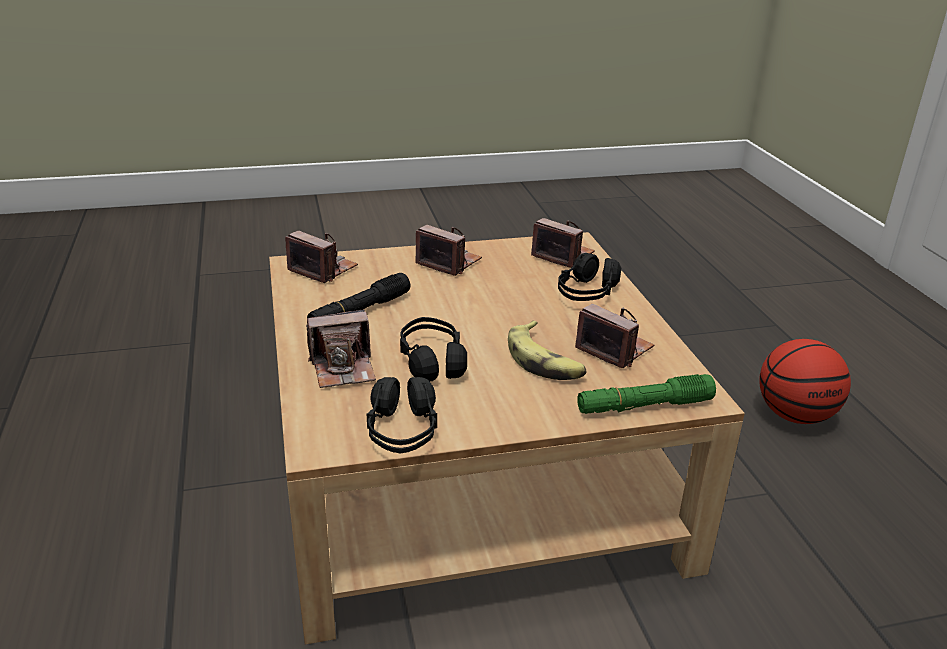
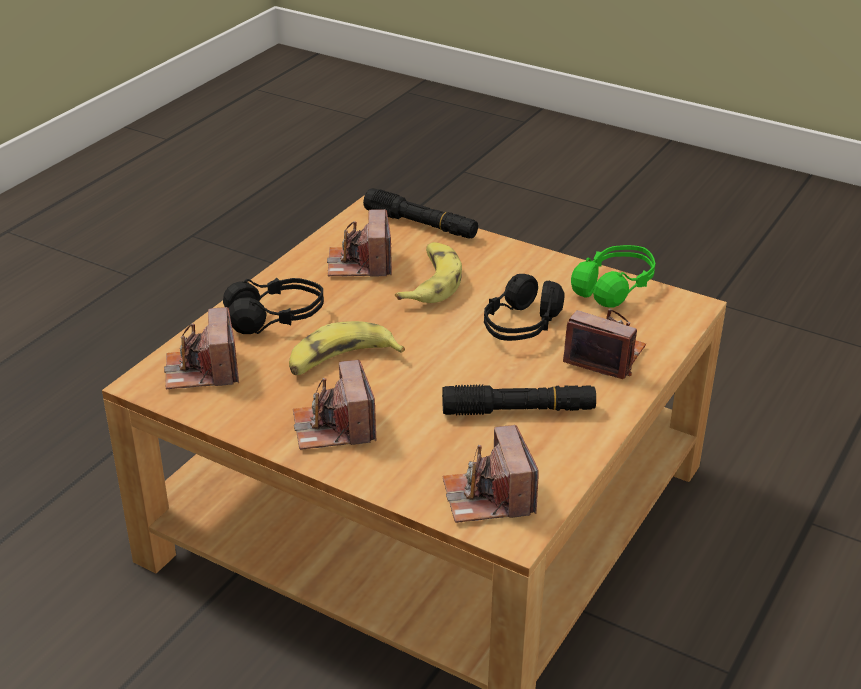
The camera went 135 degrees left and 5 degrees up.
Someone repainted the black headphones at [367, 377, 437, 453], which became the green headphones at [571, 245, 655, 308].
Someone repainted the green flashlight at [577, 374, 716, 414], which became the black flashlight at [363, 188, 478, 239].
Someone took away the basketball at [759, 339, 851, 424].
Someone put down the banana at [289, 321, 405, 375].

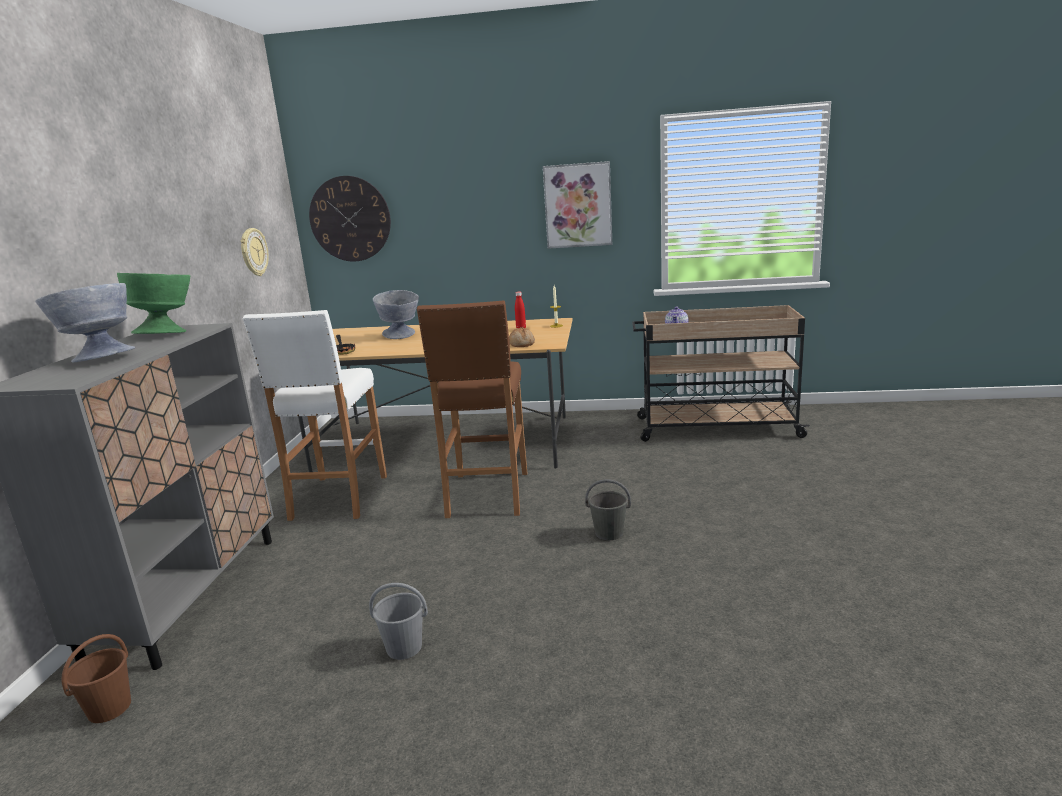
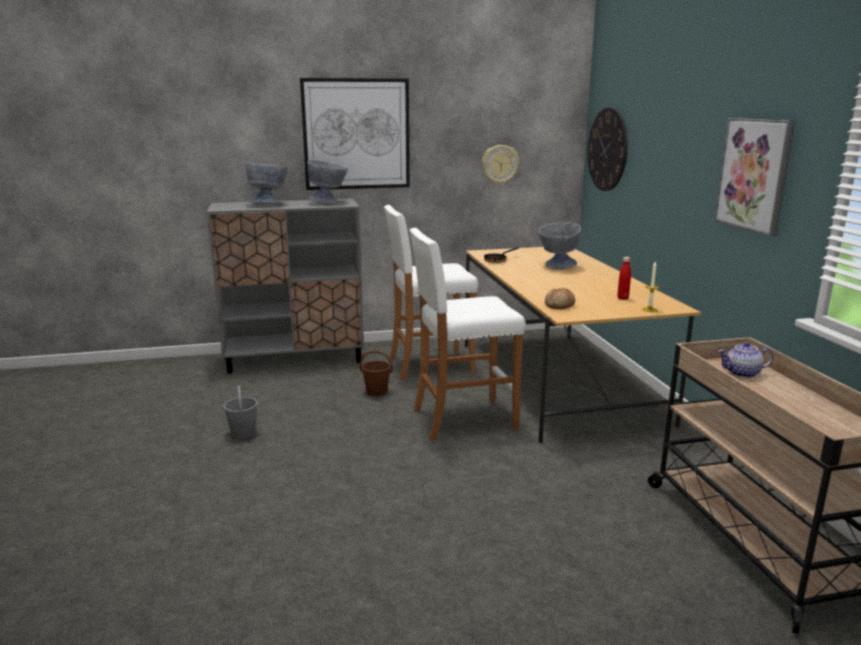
The camera went 70 degrees right and 0 degrees up.
Someone carried the brown bucket from [61, 634, 131, 723] to [360, 350, 393, 396].
Someone repainted the green bowl at [117, 273, 190, 334], which became the grey bowl at [307, 160, 348, 204].
Someone repainted the brown stool at [417, 300, 527, 518], which became the white stool at [409, 228, 526, 440].
Someone took away the grey bucket at [585, 479, 631, 540].
Someone put up the picture at [300, 78, 410, 190].

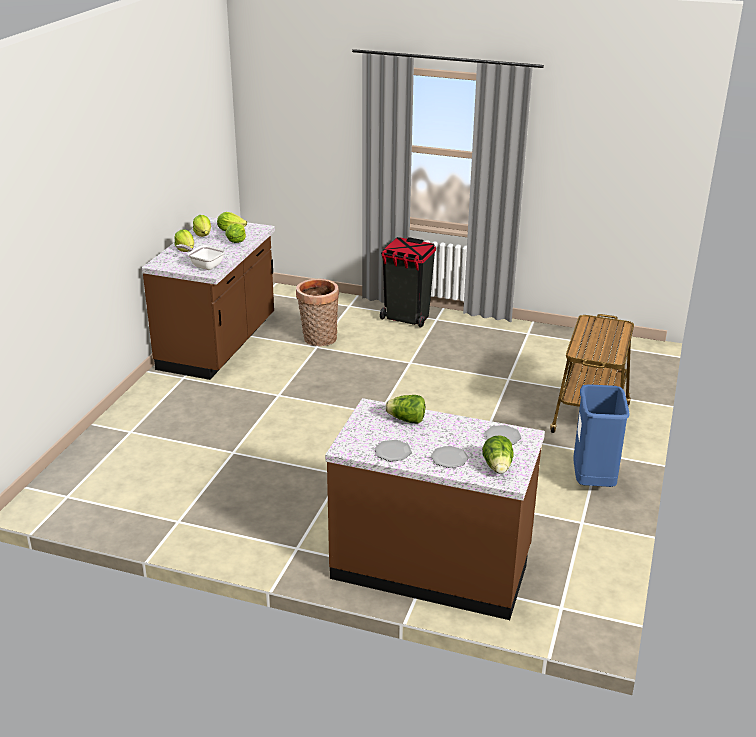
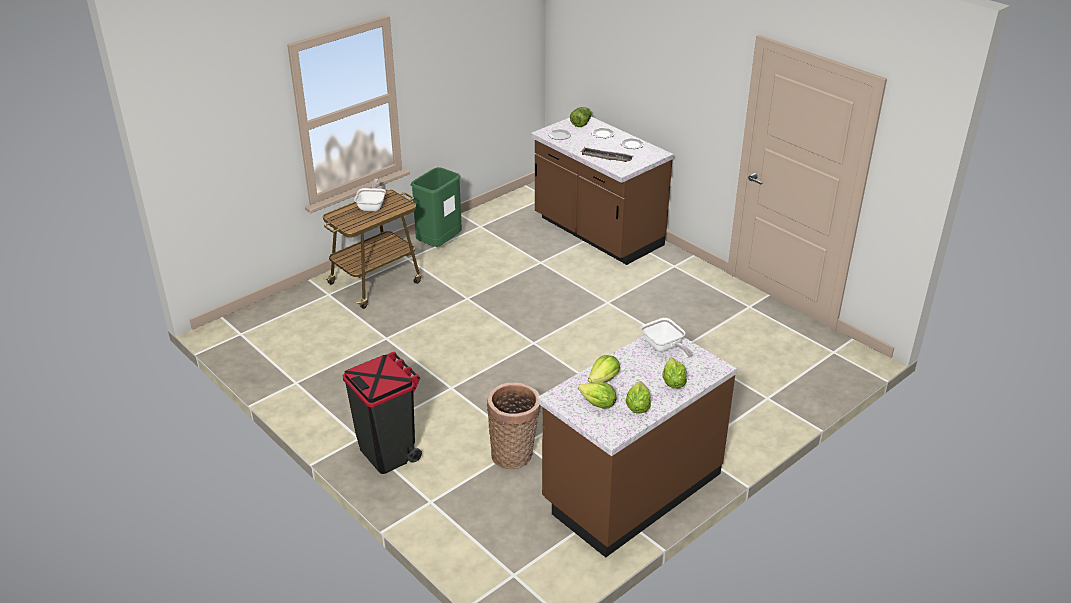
The camera went 150 degrees left and 5 degrees up.
Someone swapped the lettuce at [385, 395, 425, 424] for the tray at [580, 147, 633, 162].
Someone repainted the blue trash can at [573, 384, 629, 487], which became the green trash can at [411, 167, 462, 247].
Someone put down the frying pan at [354, 179, 386, 211].

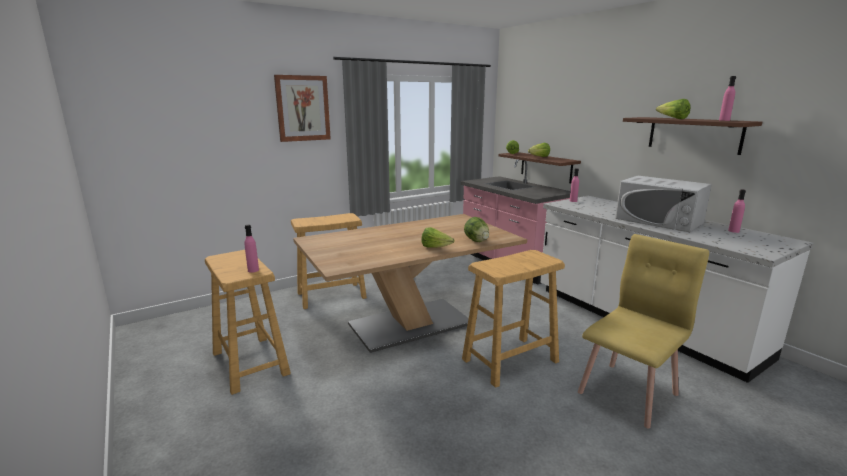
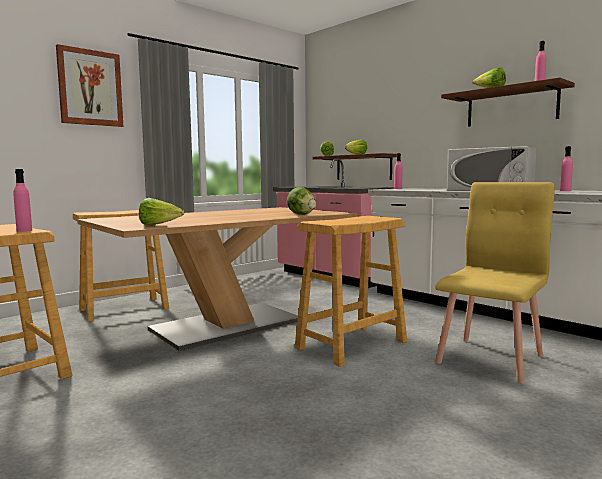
The camera went 10 degrees left and 10 degrees down.
Someone carried the lettuce from [421, 227, 455, 248] to [139, 198, 184, 226].

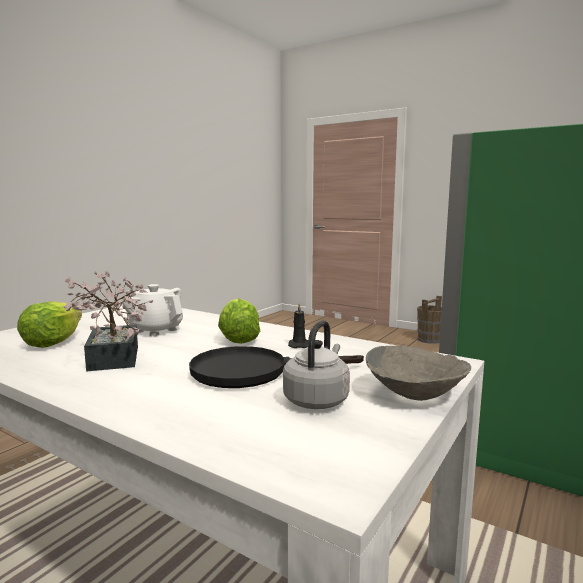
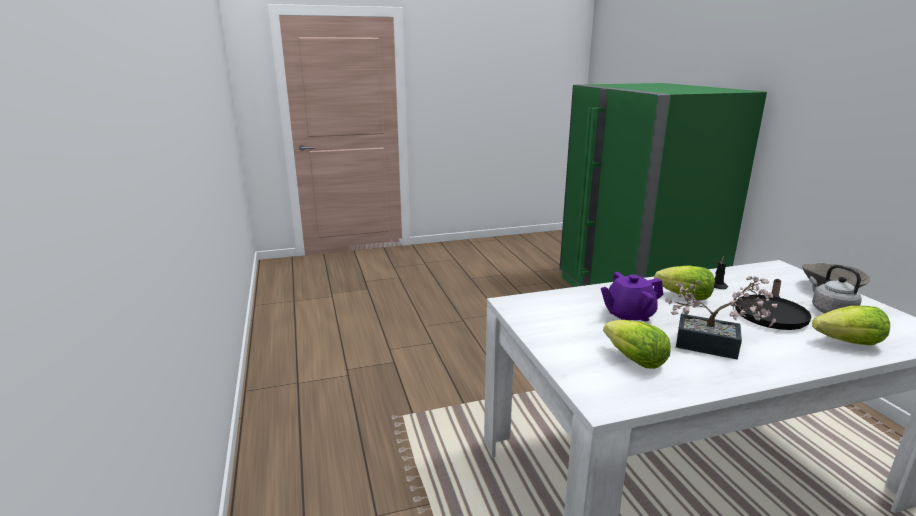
The camera went 50 degrees left and 10 degrees up.
Someone repainted the white teapot at [123, 284, 183, 336], which became the purple teapot at [601, 272, 663, 321].
Someone took away the brown bucket at [417, 296, 442, 344].
Someone put down the lettuce at [812, 306, 890, 345].

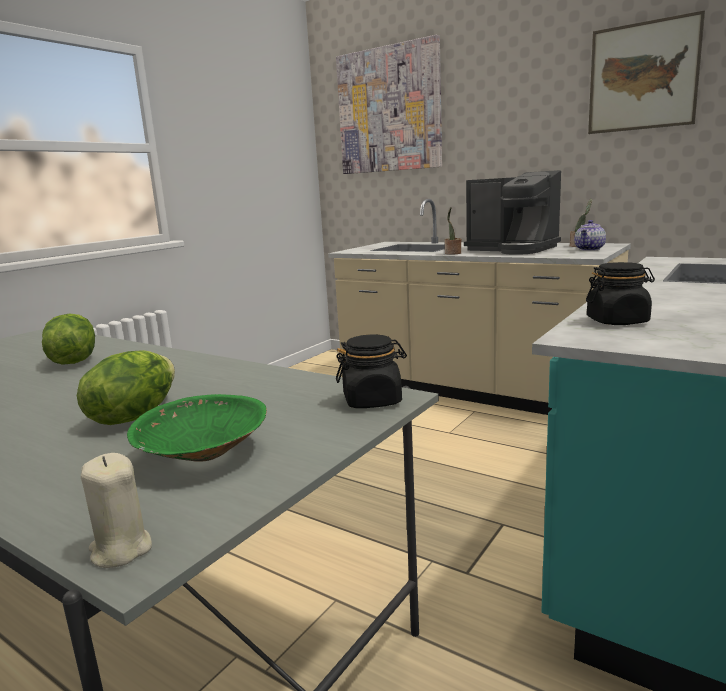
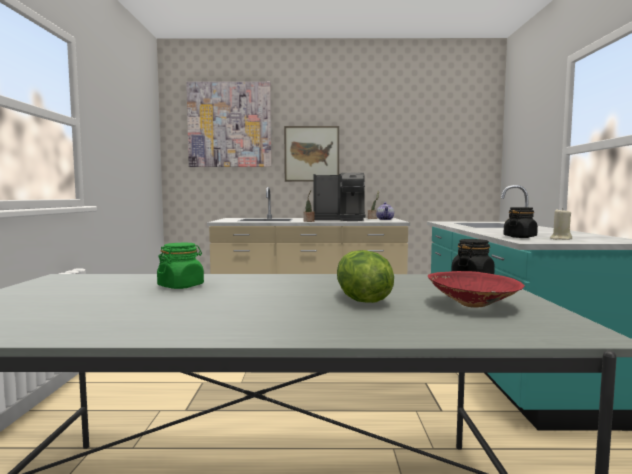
The camera went 35 degrees left and 10 degrees down.
Someone swapped the lettuce at [42, 313, 95, 365] for the green jar at [157, 243, 204, 289].
Someone carried the beige candle from [81, 453, 152, 568] to [550, 208, 572, 240].
Someone repainted the green bowl at [127, 394, 267, 462], which became the red bowl at [428, 271, 525, 308].
Someone carried the picture from [588, 10, 705, 134] to [284, 126, 339, 182].

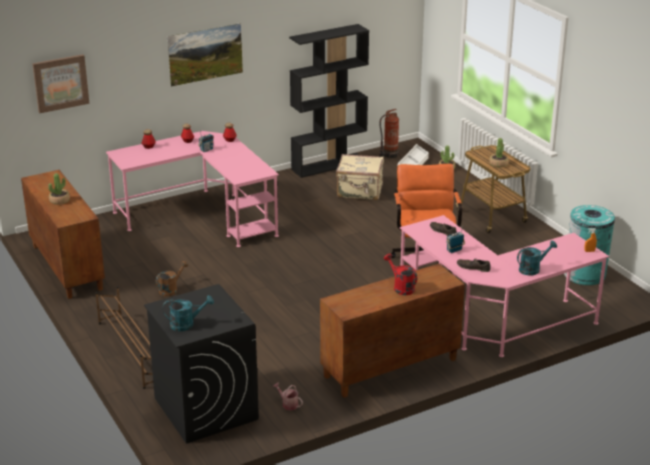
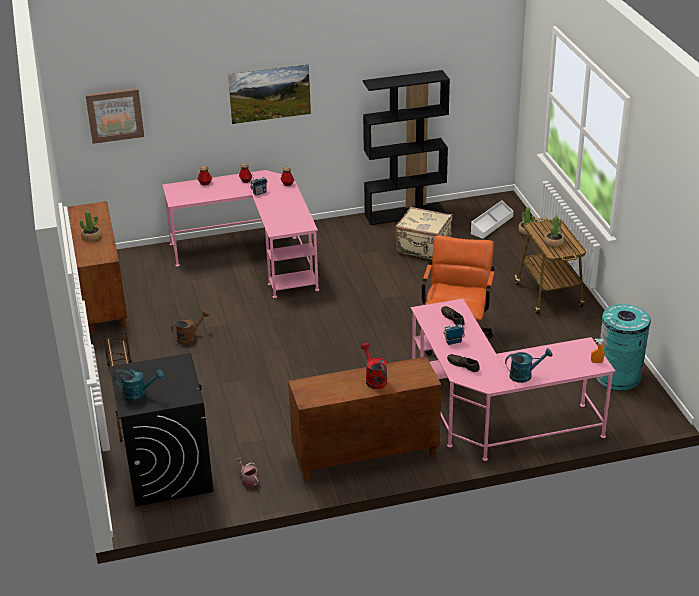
The camera went 15 degrees right and 5 degrees up.
Someone took away the fire extinguisher at [379, 109, 400, 159].

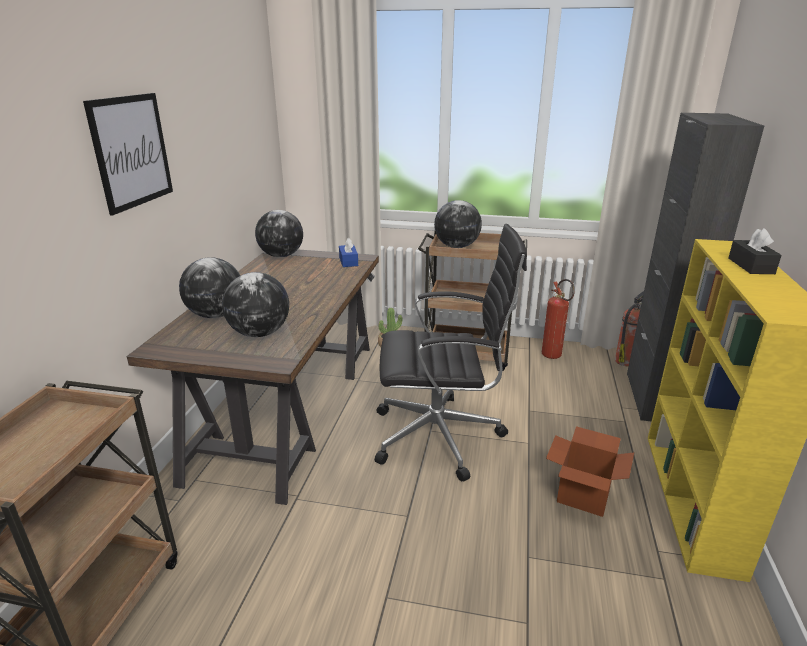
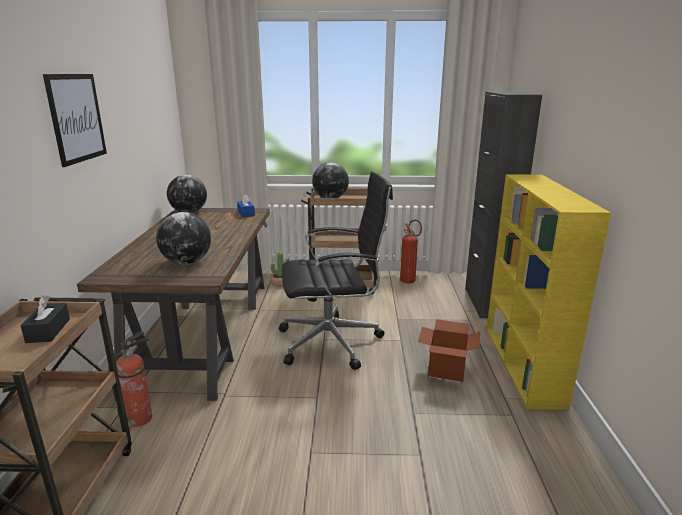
The camera went 10 degrees left and 5 degrees down.
Someone took away the globe at [179, 257, 240, 318].
Someone carried the fire extinguisher from [615, 291, 644, 366] to [108, 331, 152, 427].
Someone carried the black tissue box from [728, 228, 782, 274] to [20, 295, 70, 343].

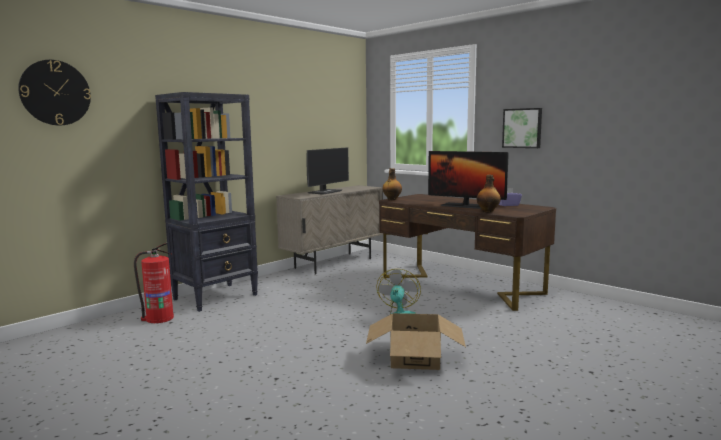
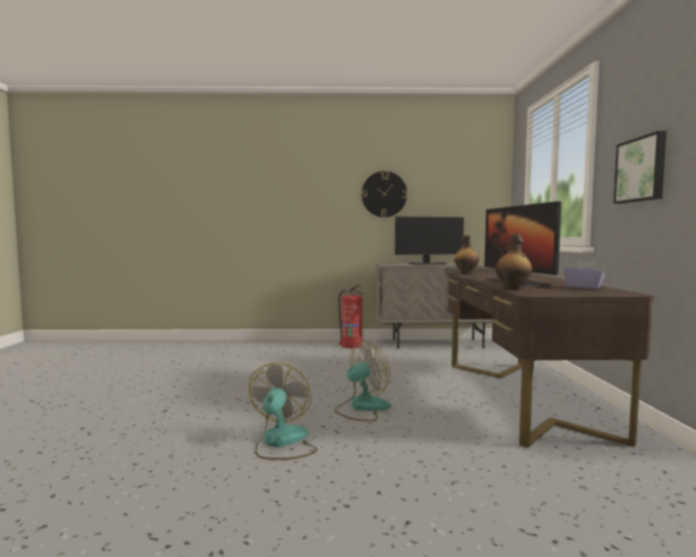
The camera went 45 degrees right and 5 degrees down.
Someone carried the wall clock from [18, 60, 91, 125] to [361, 171, 407, 217].
Someone carried the fire extinguisher from [134, 243, 174, 323] to [338, 285, 364, 348].
Someone took away the black bookcase at [155, 92, 258, 312].
Someone swapped the cardboard box at [366, 313, 466, 370] for the fan at [249, 363, 317, 460].

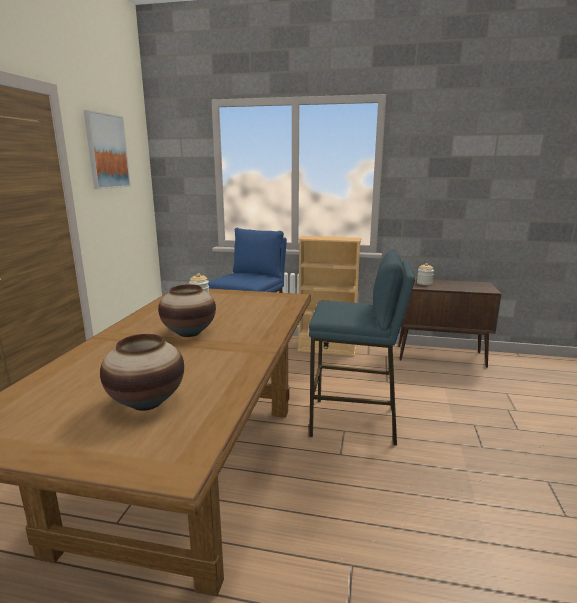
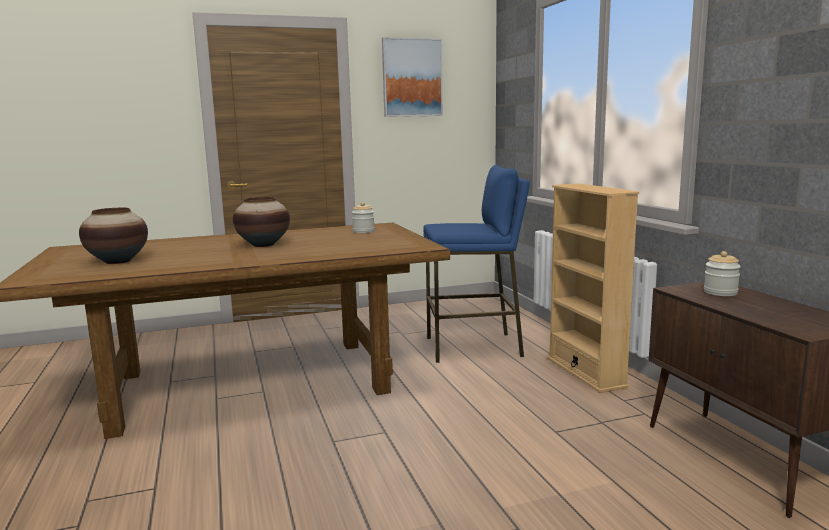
The camera went 60 degrees right and 5 degrees down.
Someone took away the blue stool at [309, 249, 415, 445].

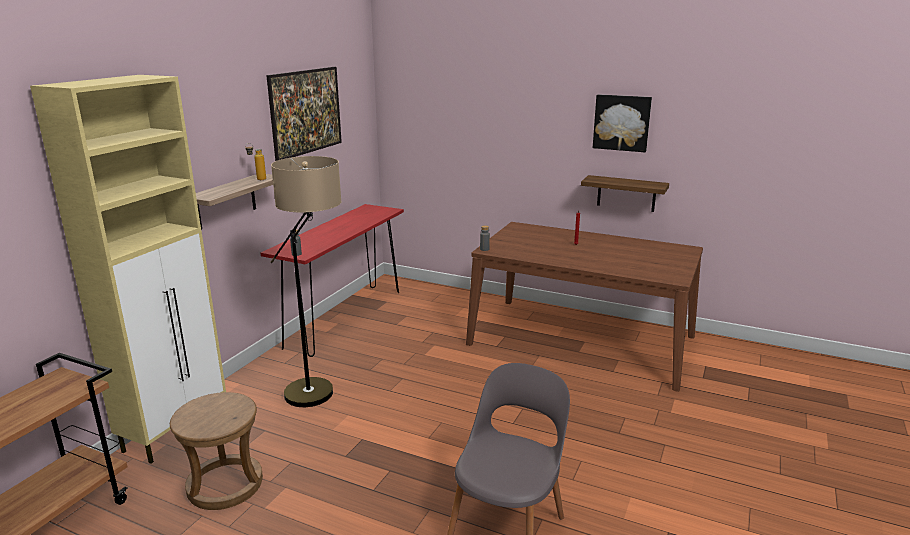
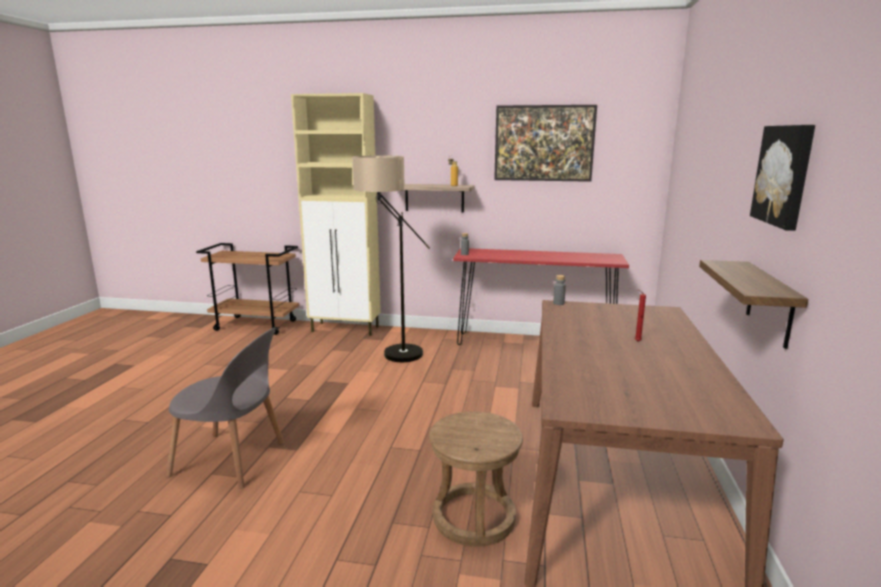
The camera went 75 degrees right and 5 degrees down.
Someone carried the brown stool from [170, 392, 263, 510] to [429, 411, 523, 547].

